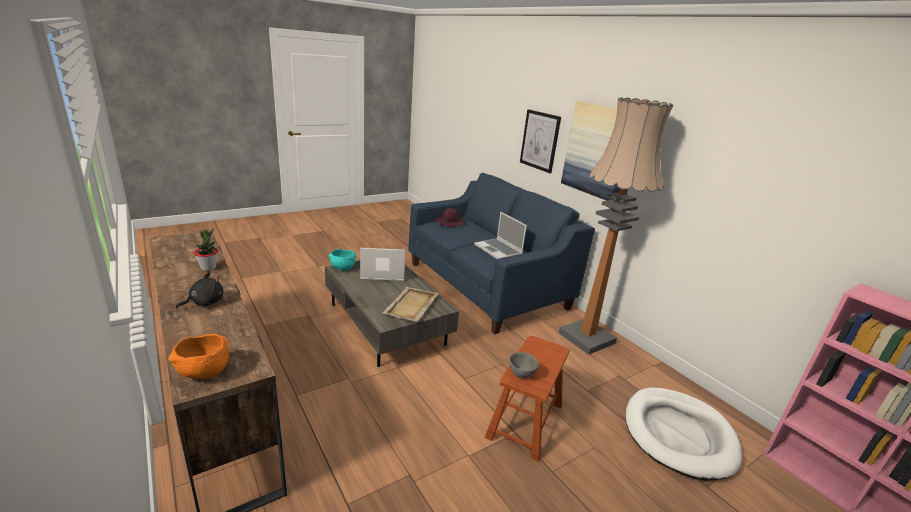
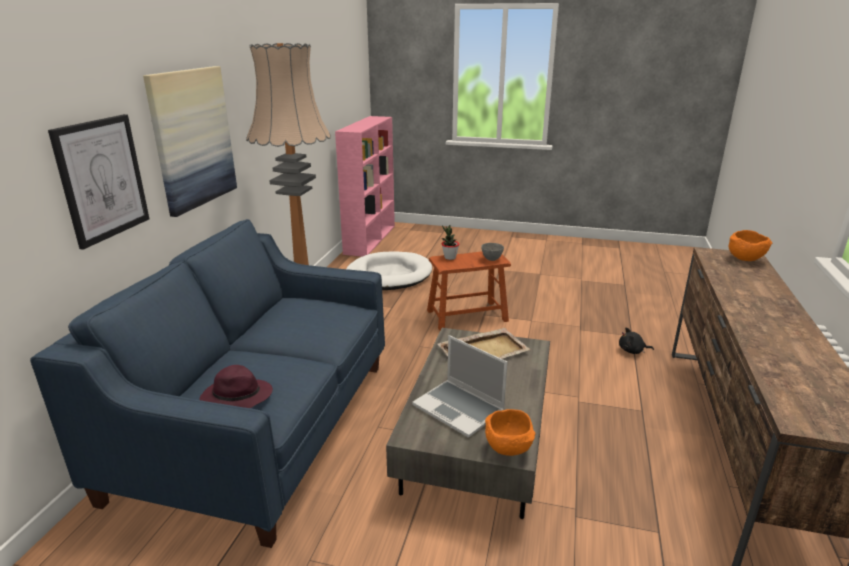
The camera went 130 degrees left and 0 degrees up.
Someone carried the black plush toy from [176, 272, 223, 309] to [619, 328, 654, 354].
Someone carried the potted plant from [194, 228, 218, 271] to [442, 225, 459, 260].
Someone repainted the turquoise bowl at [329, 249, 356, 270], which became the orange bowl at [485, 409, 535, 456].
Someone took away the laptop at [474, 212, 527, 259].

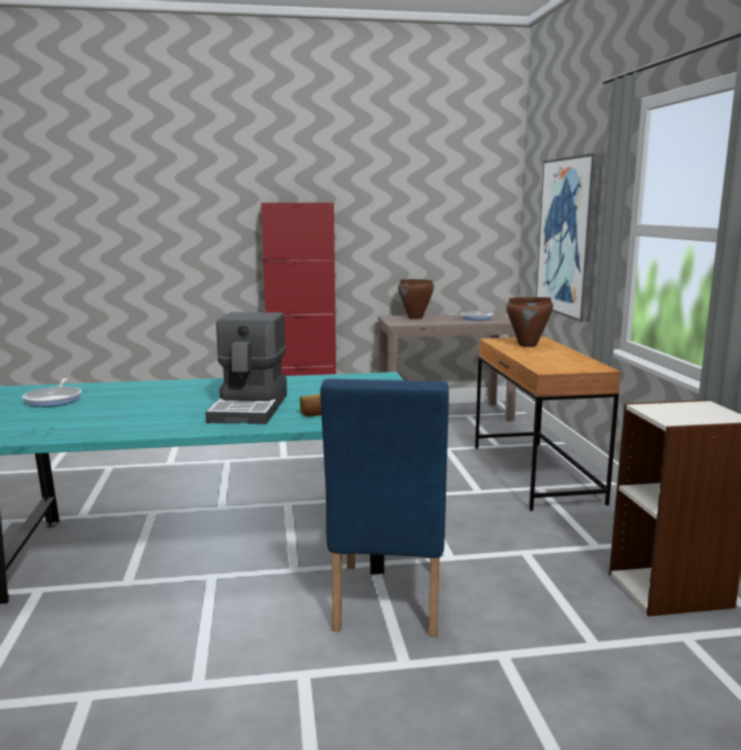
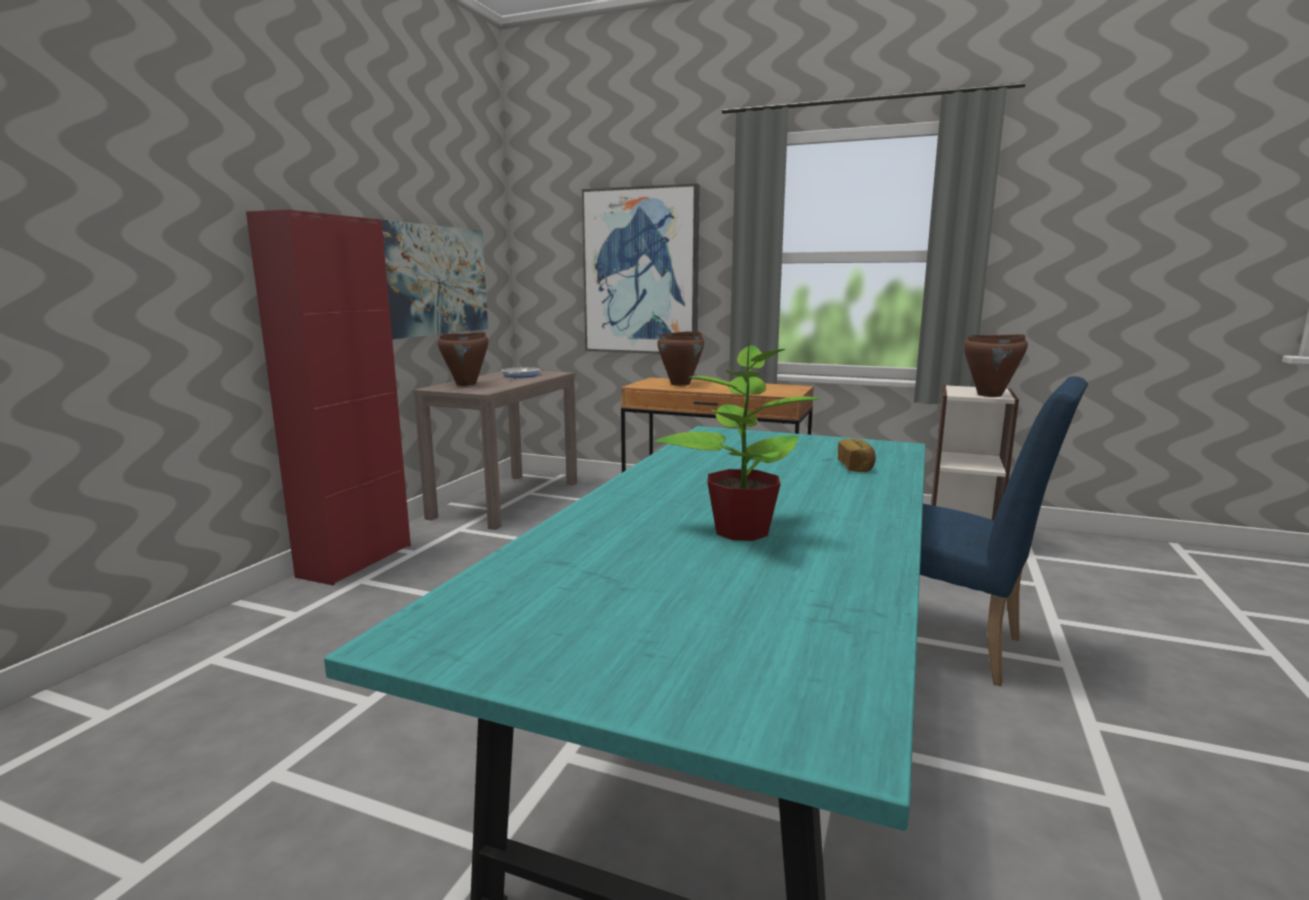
The camera went 60 degrees left and 0 degrees up.
Someone took away the frying pan at [23, 378, 81, 407].
Someone took away the coffee machine at [205, 312, 287, 424].
Someone put up the picture at [380, 219, 488, 339].
Someone put down the potted plant at [654, 335, 821, 541].
Someone put down the brown cooking pot at [964, 334, 1028, 397].

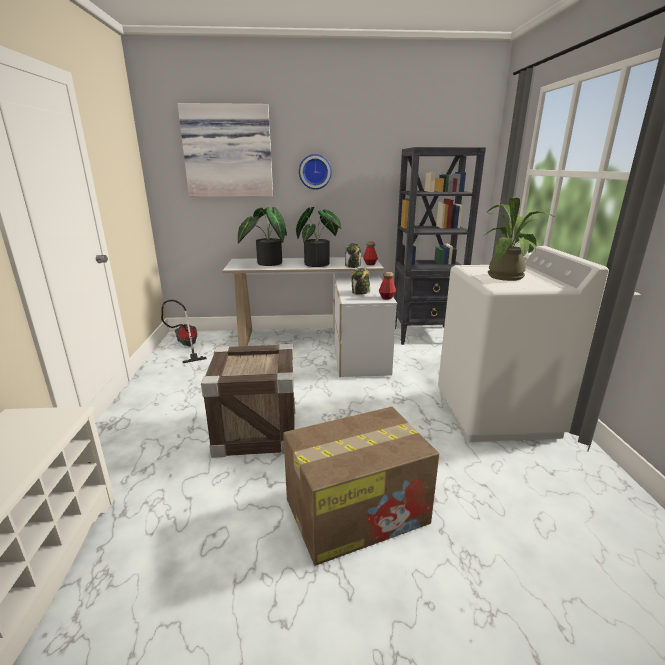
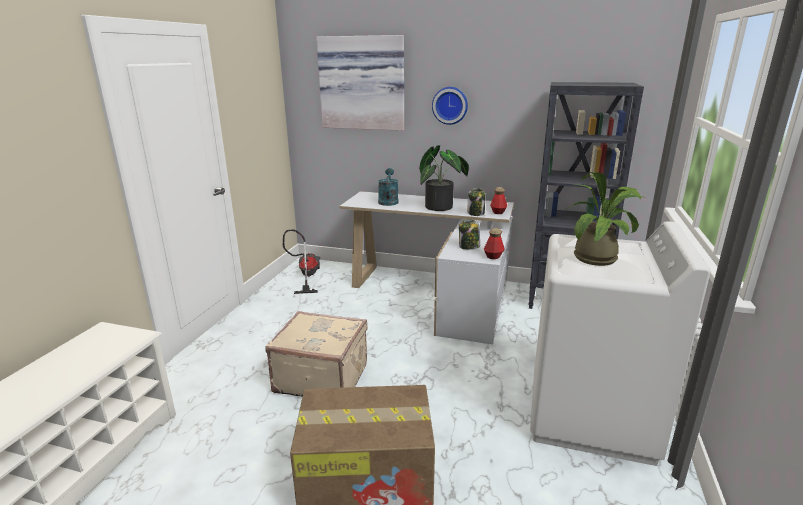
The camera went 20 degrees right and 0 degrees up.
Someone swapped the crate at [201, 344, 295, 458] for the beige suitcase at [265, 311, 368, 397].
Someone swapped the potted plant at [238, 207, 287, 266] for the turquoise watering can at [378, 168, 399, 206].

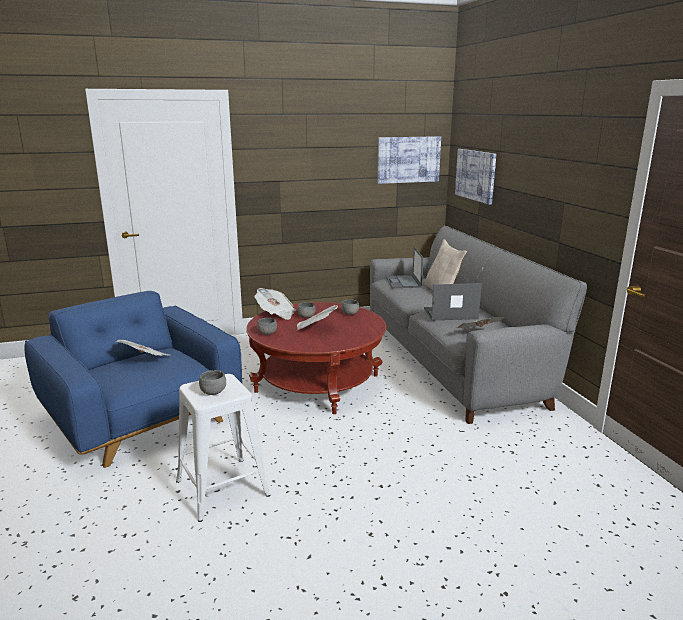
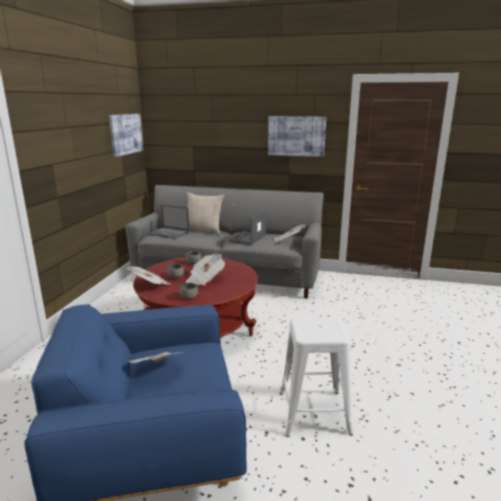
The camera went 60 degrees left and 0 degrees up.
Someone took away the grey bowl at [199, 370, 226, 395].
Someone carried the picture from [455, 149, 496, 205] to [268, 116, 326, 157].

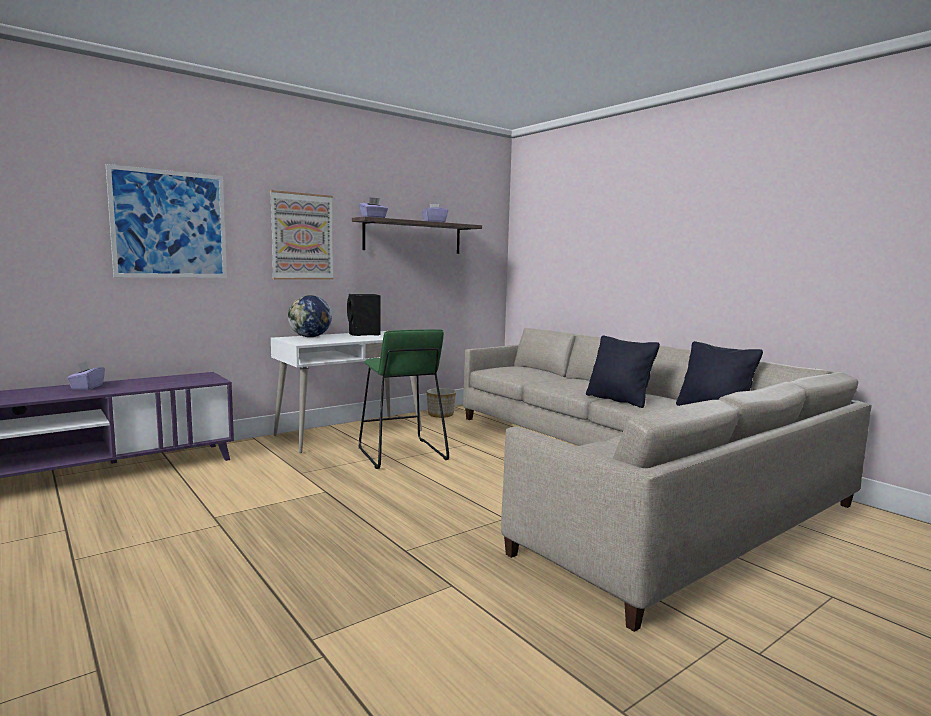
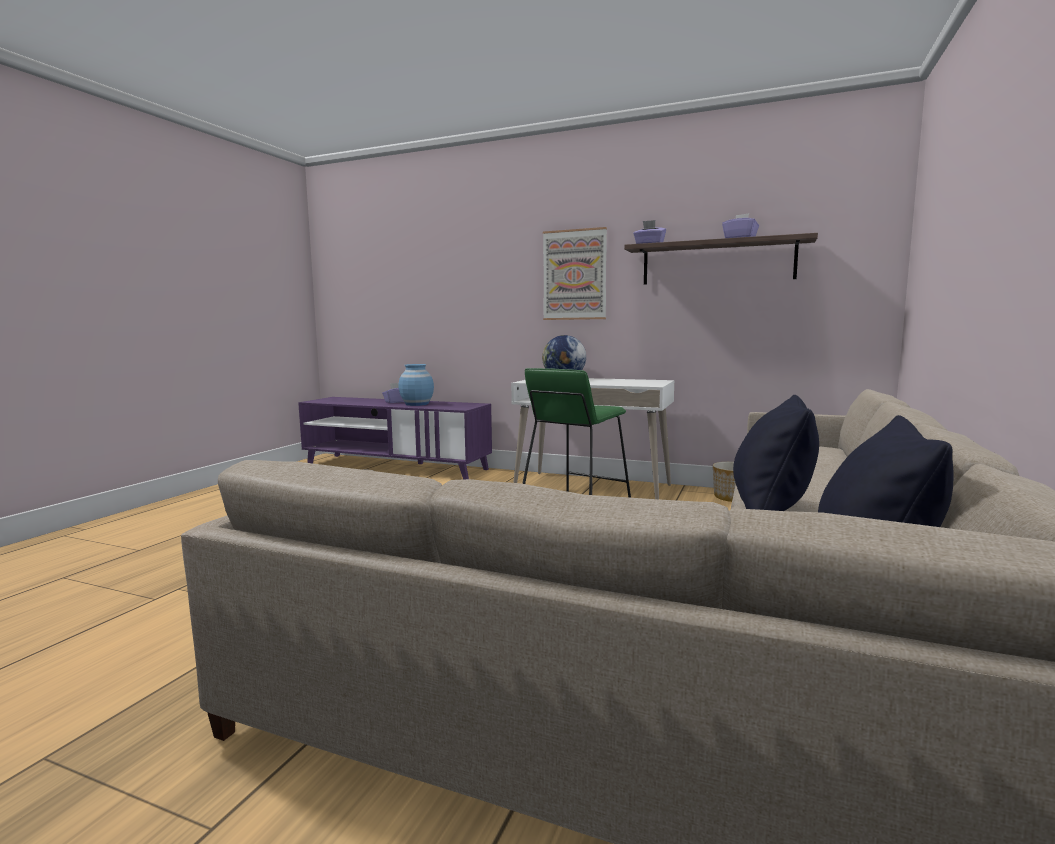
The camera went 60 degrees right and 0 degrees up.
Someone took away the picture at [106, 164, 227, 278].
Someone took away the black speaker at [347, 294, 380, 336].
Someone put down the blue vase at [399, 364, 434, 406].

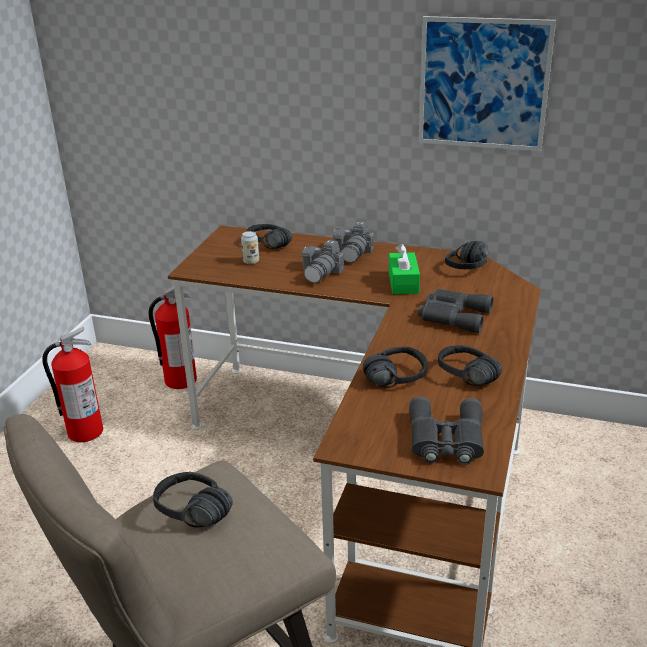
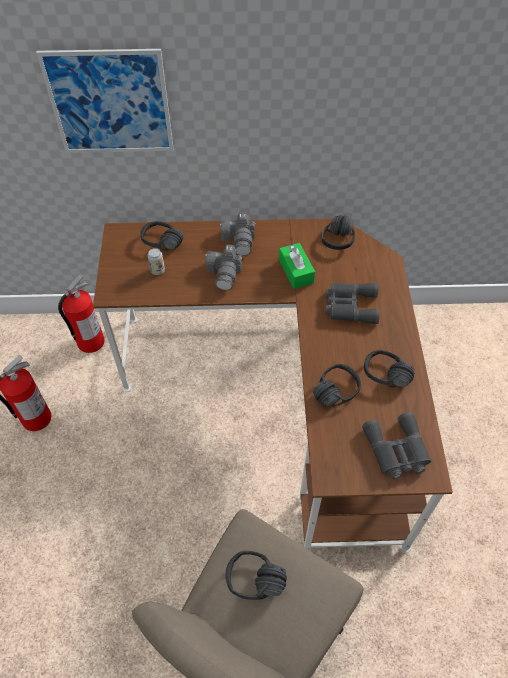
The camera went 20 degrees left and 25 degrees up.
Someone carried the picture from [418, 16, 556, 151] to [36, 49, 174, 153].

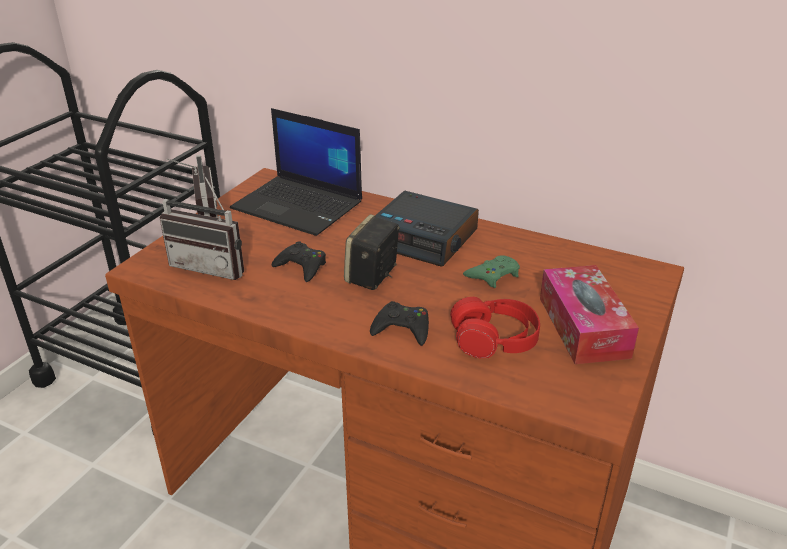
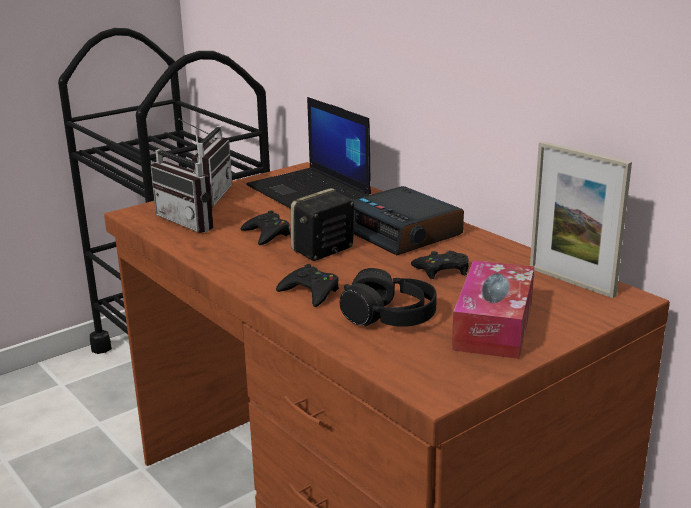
The camera went 25 degrees right and 10 degrees down.
Someone repainted the red headphones at [450, 297, 540, 358], which became the black headphones at [340, 268, 437, 327].
Someone repainted the green game controller at [463, 255, 520, 288], which became the black game controller at [411, 251, 469, 279].
Someone put down the picture frame at [530, 141, 632, 298].

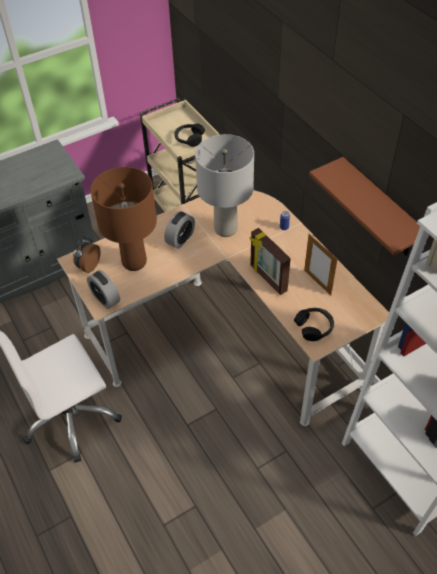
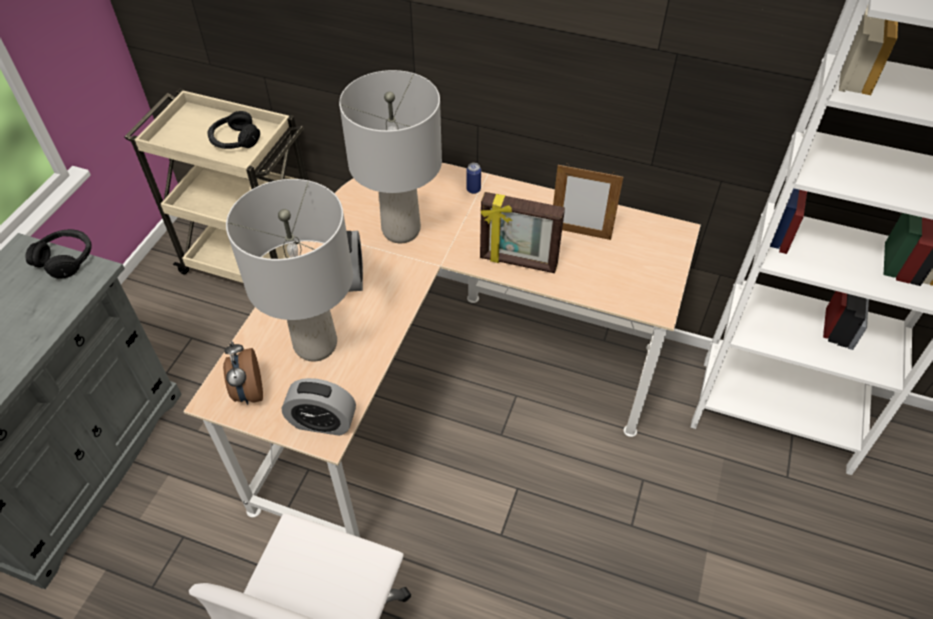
The camera went 40 degrees left and 0 degrees up.
Someone repainted the brown table lamp at [90, 167, 157, 271], which became the grey table lamp at [226, 179, 353, 362].
Someone carried the black headphones from [294, 308, 334, 341] to [25, 229, 92, 279].
Someone took away the brown shelf at [309, 157, 429, 256].

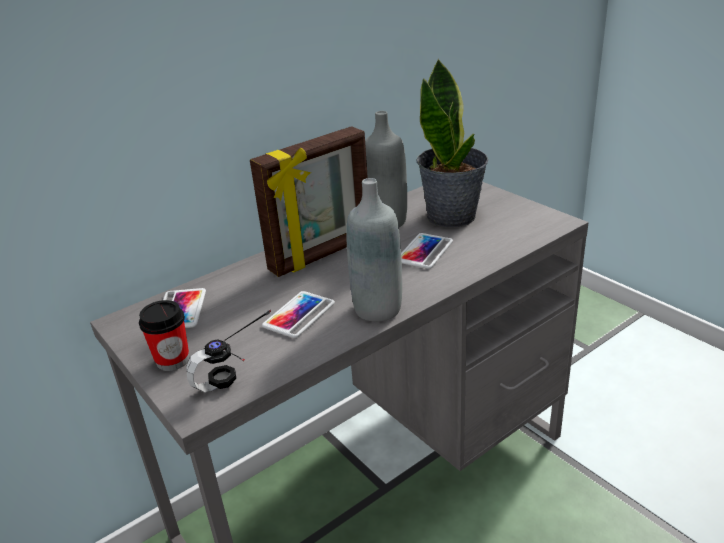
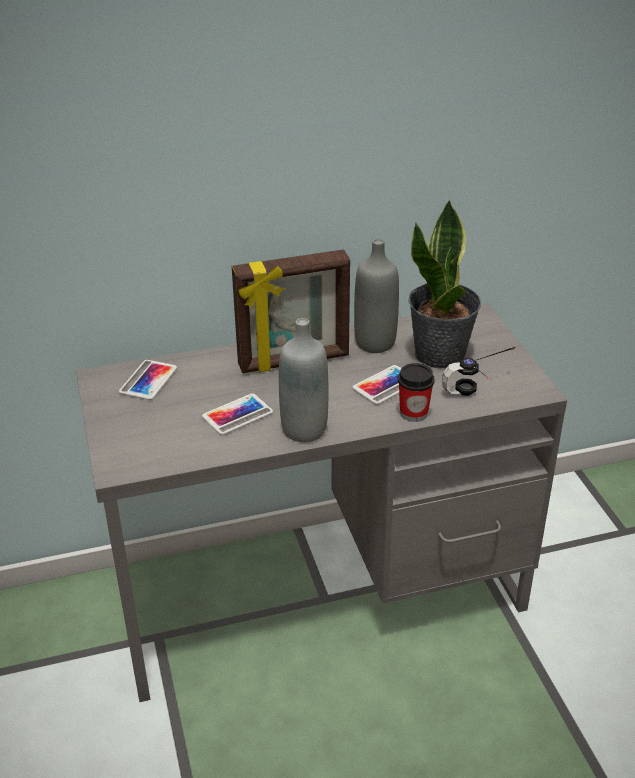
The camera went 20 degrees right and 5 degrees up.
Someone carried the cup from [139, 300, 189, 371] to [398, 363, 435, 422].
Someone carried the headphones from [186, 309, 271, 393] to [442, 346, 516, 396].

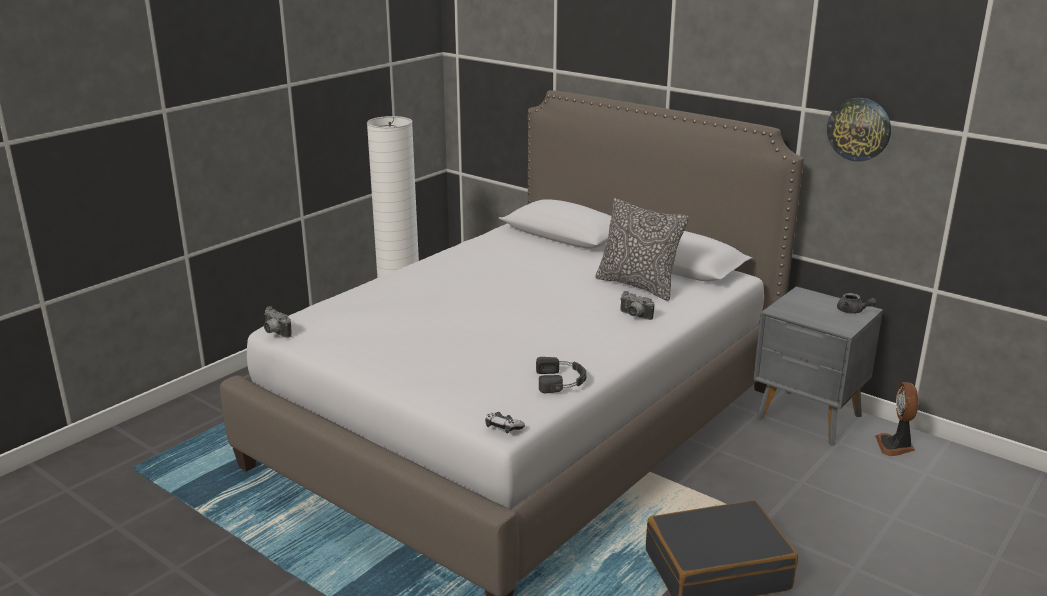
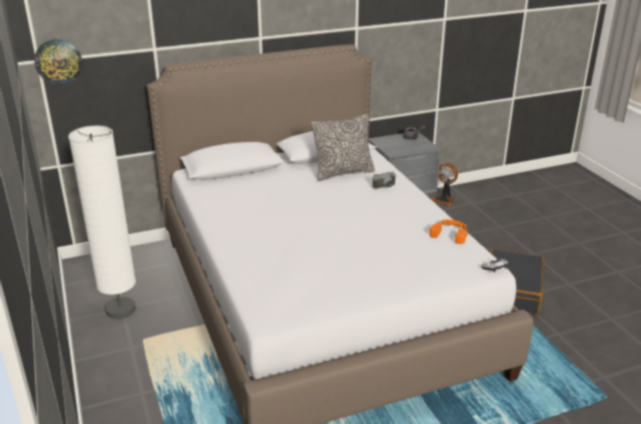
The camera went 60 degrees left and 5 degrees up.
Someone took away the photo camera at [264, 306, 292, 338].
Someone repainted the black headphones at [536, 357, 587, 393], which became the orange headphones at [429, 220, 468, 244].
Someone carried the wall clock from [827, 98, 891, 162] to [34, 39, 83, 85].

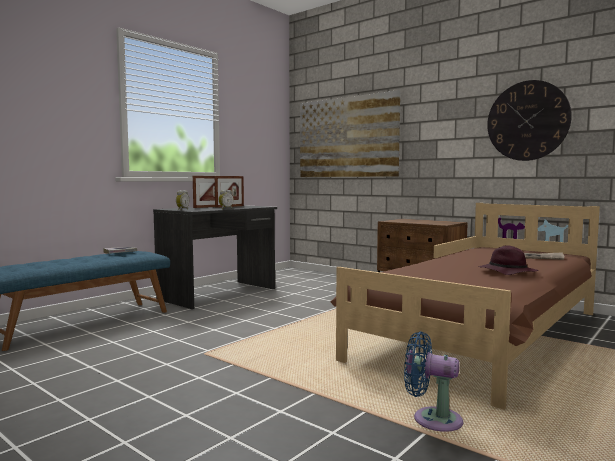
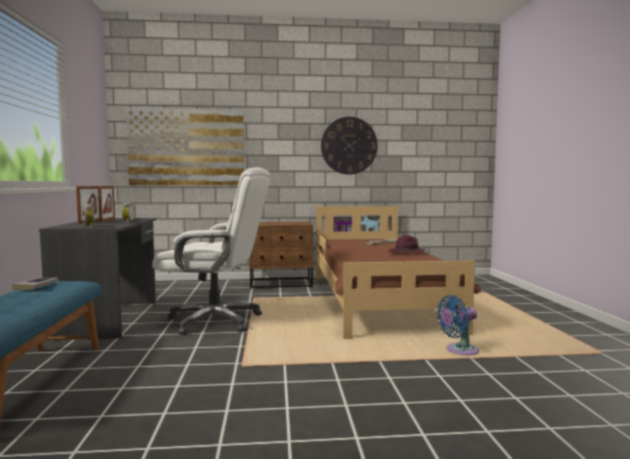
The camera went 45 degrees left and 0 degrees up.
Someone put down the white office chair at [152, 167, 270, 335].

